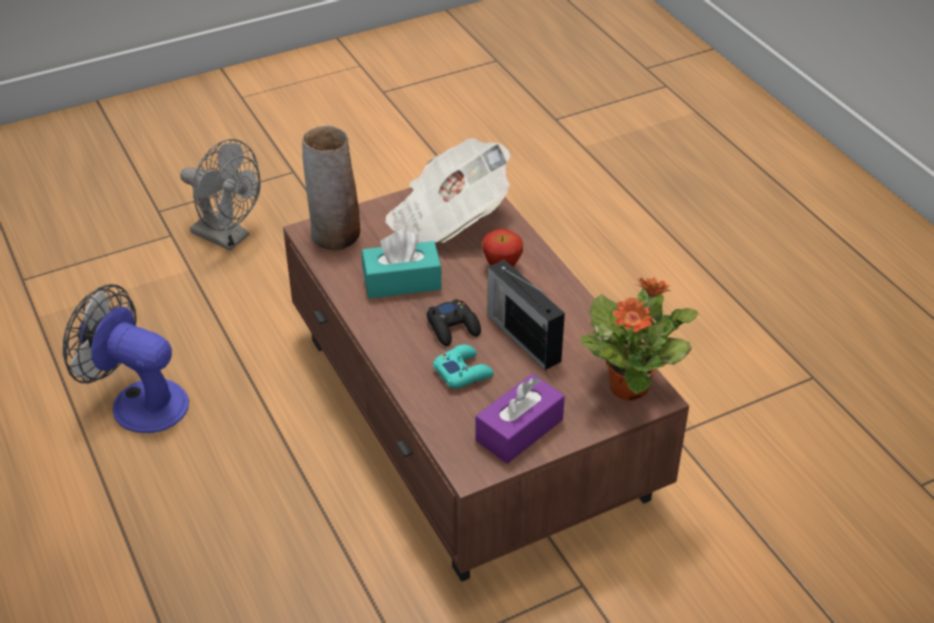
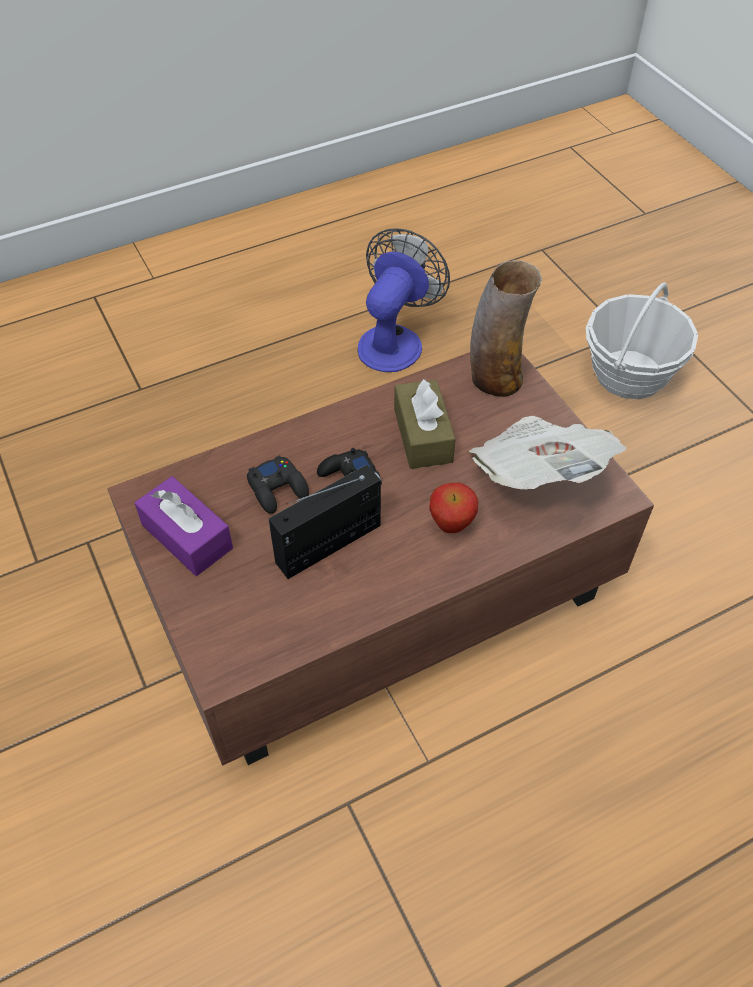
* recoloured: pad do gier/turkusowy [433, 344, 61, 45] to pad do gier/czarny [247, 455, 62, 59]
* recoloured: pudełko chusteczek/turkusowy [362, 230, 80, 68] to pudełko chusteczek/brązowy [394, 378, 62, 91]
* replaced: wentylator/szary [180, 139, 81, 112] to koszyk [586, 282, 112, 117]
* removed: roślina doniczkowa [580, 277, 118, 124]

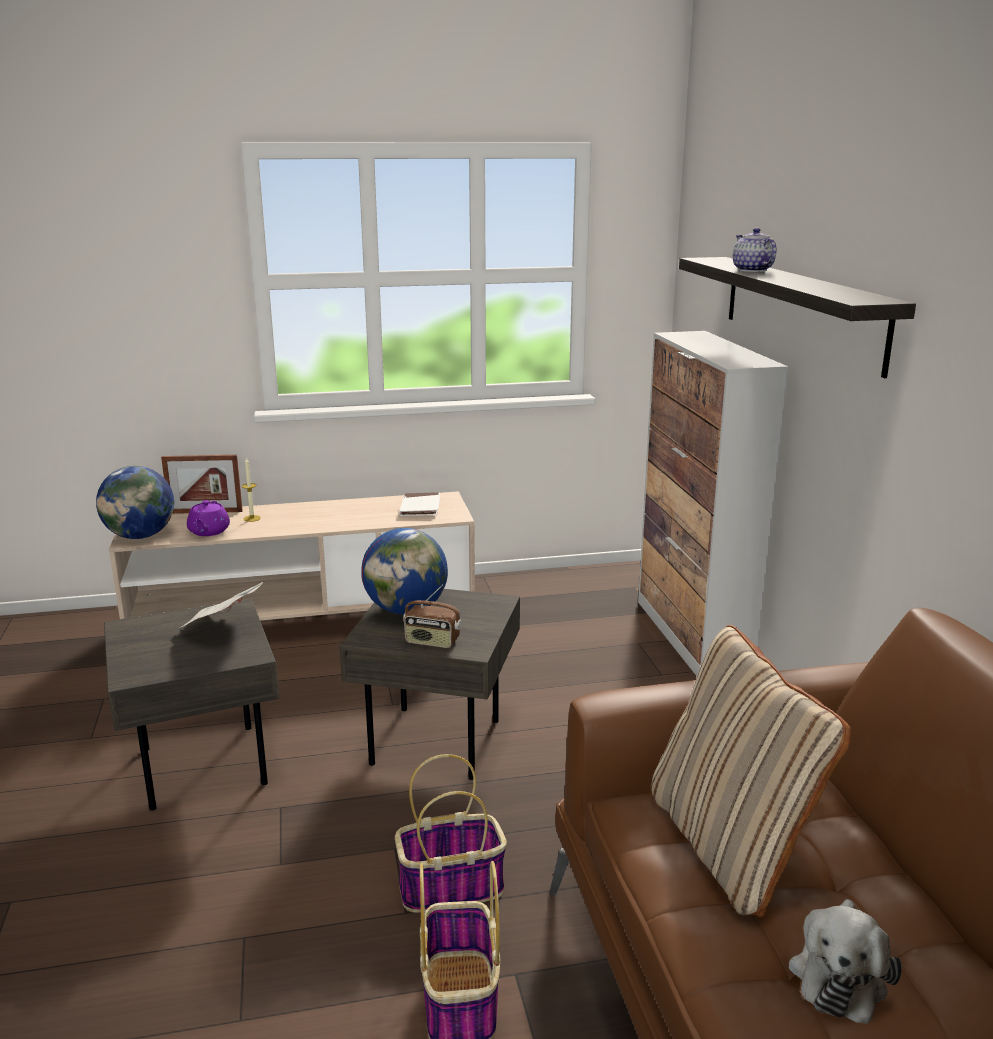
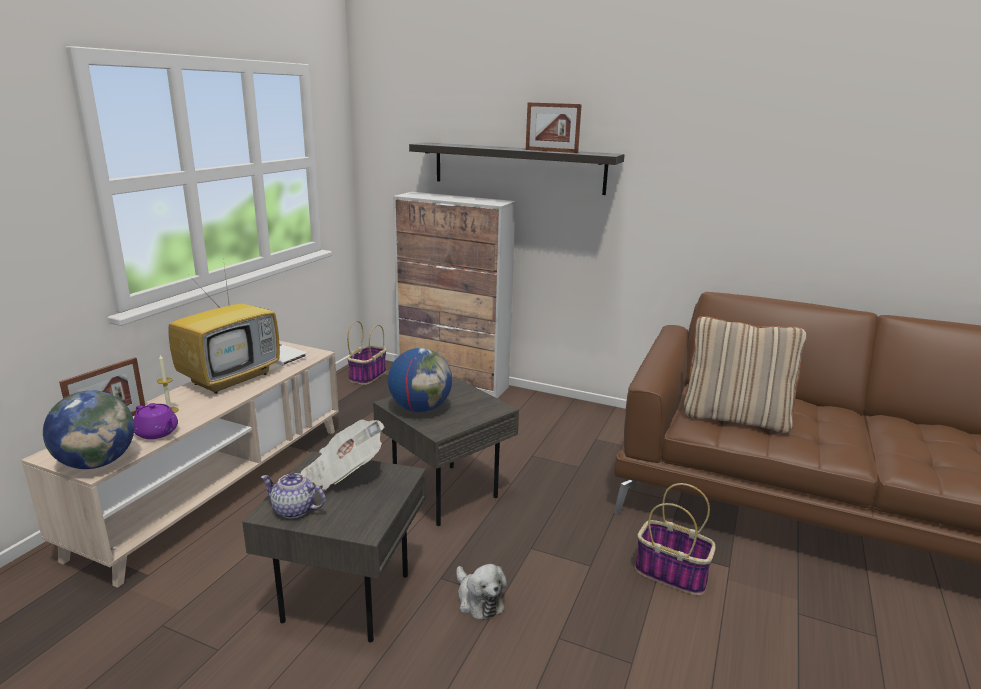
* added: telewizor [169, 266, 111, 128]
* moved: imbryk [733, 228, 44, 44] to [260, 473, 66, 45]
* moved: koszyk [395, 754, 112, 159] to [347, 321, 39, 64]
* moved: pluszak [789, 899, 113, 125] to [456, 564, 51, 56]
* added: ramka na zdjęcie [526, 102, 56, 51]
* removed: radio [403, 584, 59, 64]

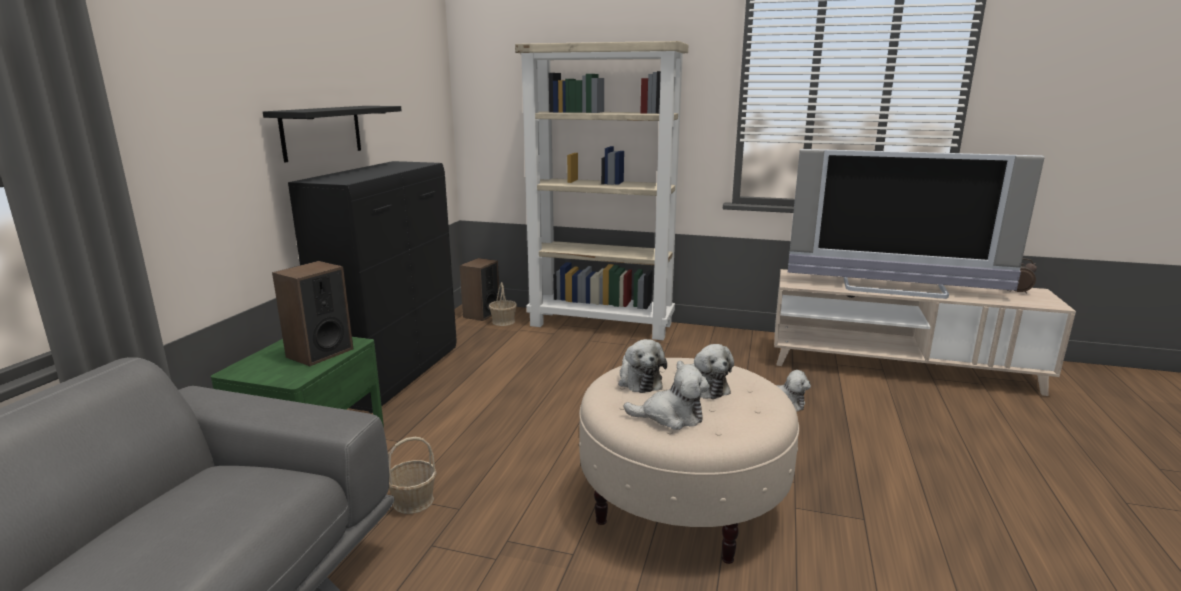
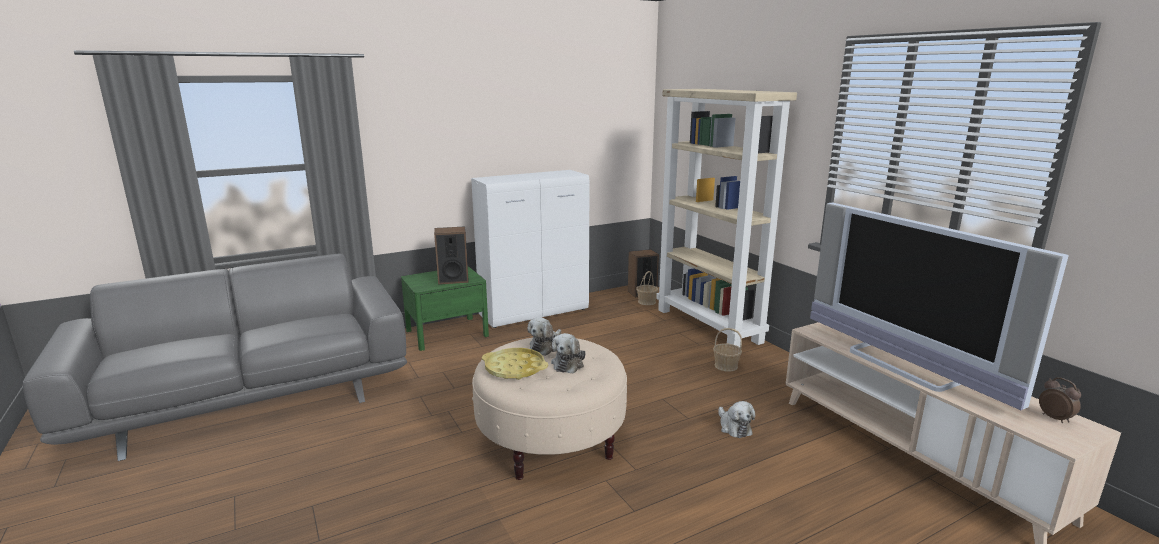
* recoloured: szafka/czarny [288, 161, 169, 252] to szafka/biały [471, 170, 119, 158]
* replaced: pluszak [623, 364, 87, 66] to taca/żółty [482, 348, 66, 32]
* moved: koszyk [388, 437, 48, 77] to [713, 328, 29, 44]
* removed: półka/czarny [263, 106, 139, 56]

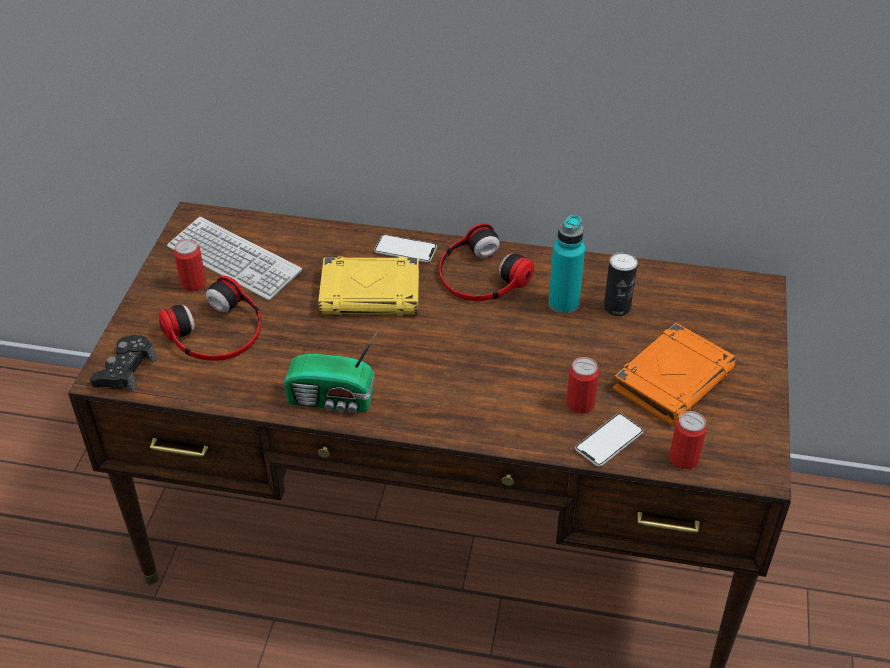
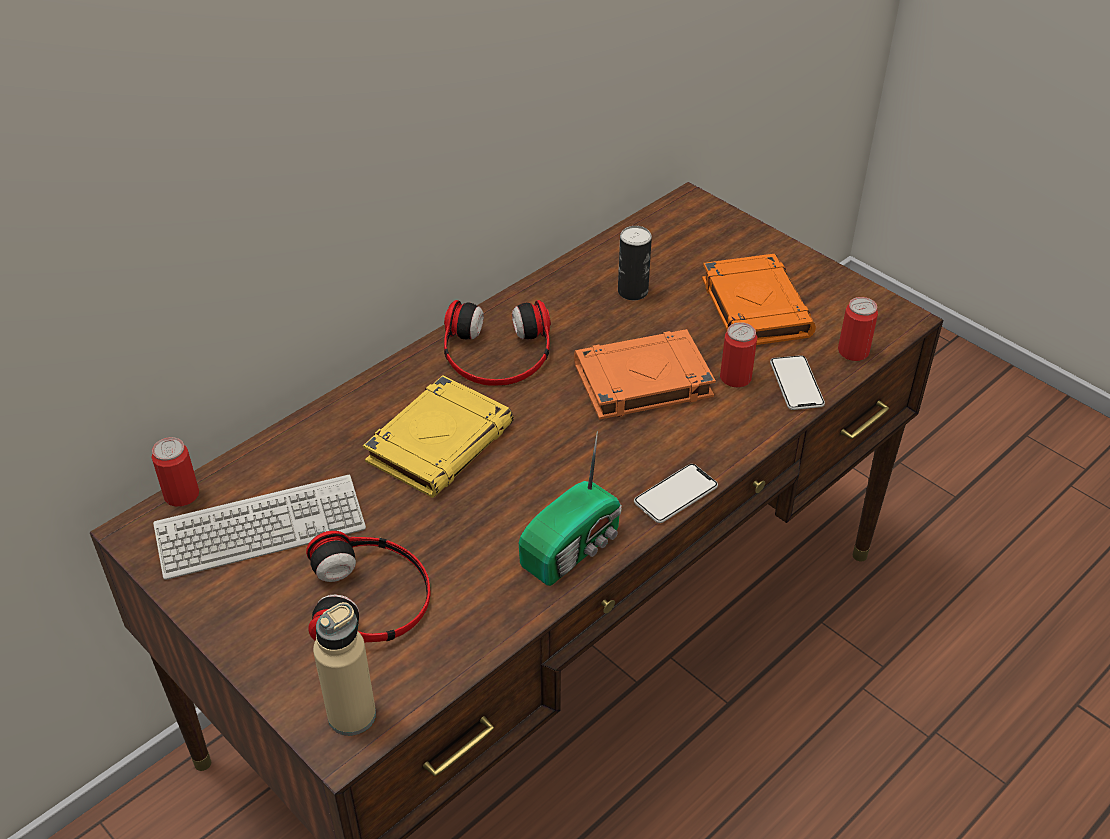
* moved: puszka [174, 239, 32, 53] to [151, 437, 48, 70]
* replaced: pad do gier/czarny [90, 335, 67, 57] to butelka/beżowy [313, 602, 63, 134]
* added: książka/pomarańczowy [574, 329, 142, 91]
* moved: telefon [374, 234, 63, 29] to [634, 464, 84, 59]
* removed: butelka/turkusowy [548, 215, 37, 99]

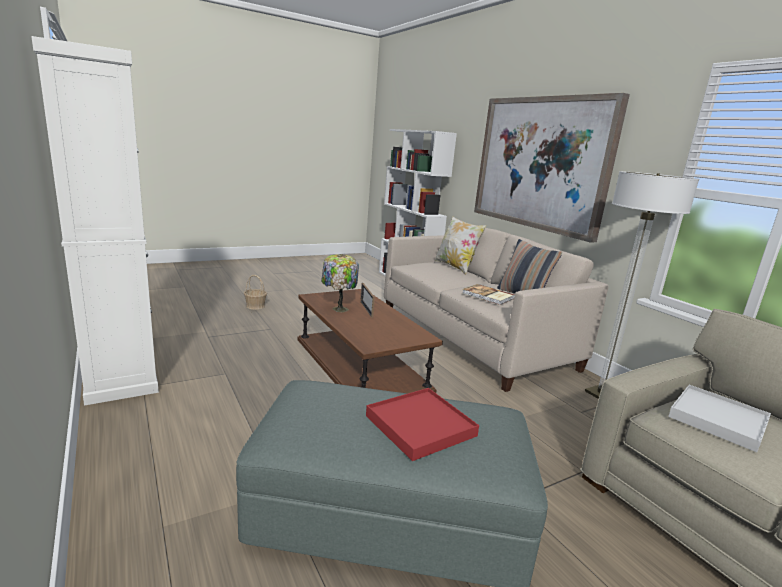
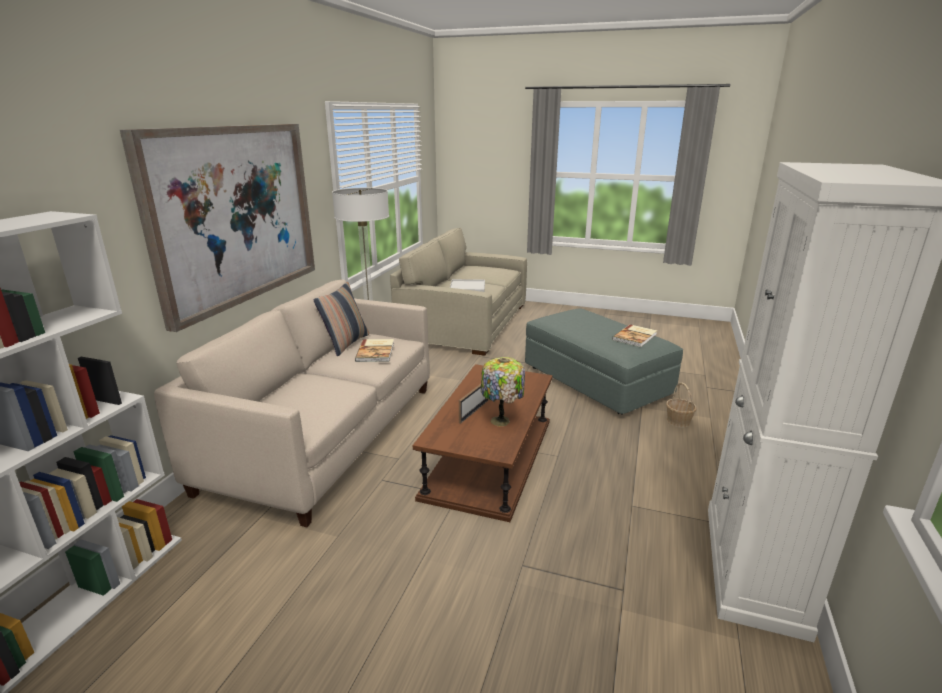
* added: książka [612, 324, 45, 23]
* moved: koszyk [244, 275, 23, 35] to [666, 382, 31, 46]
* removed: taca/czerwony [366, 388, 113, 73]
* removed: poduszka [434, 216, 52, 59]

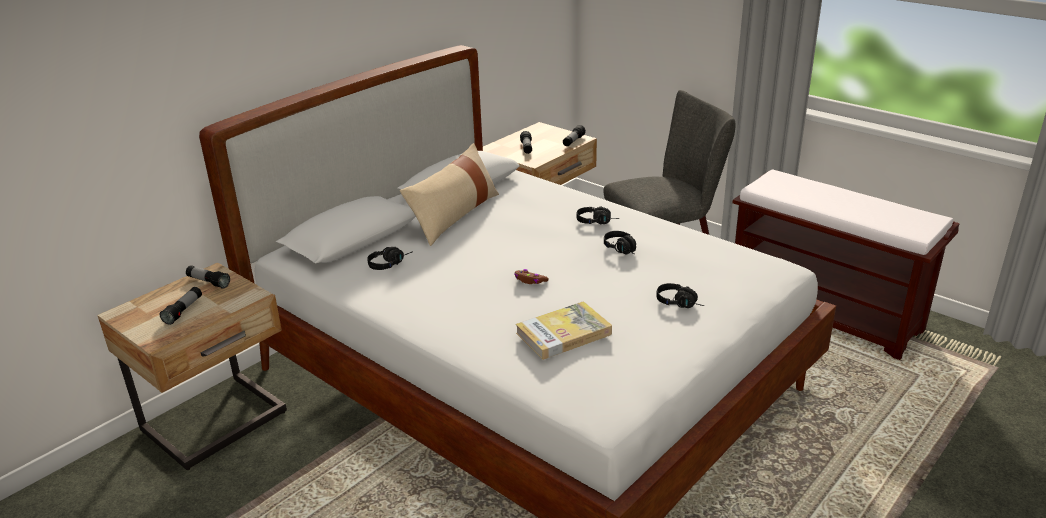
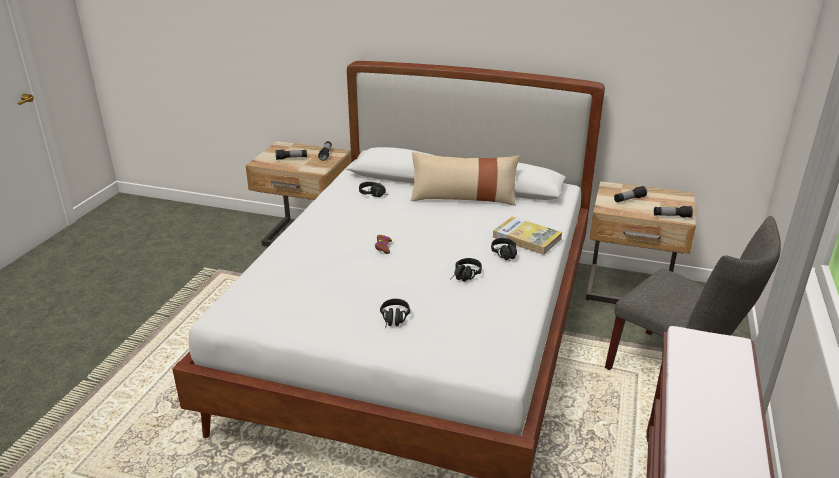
* moved: książka [516, 301, 96, 59] to [493, 217, 69, 38]

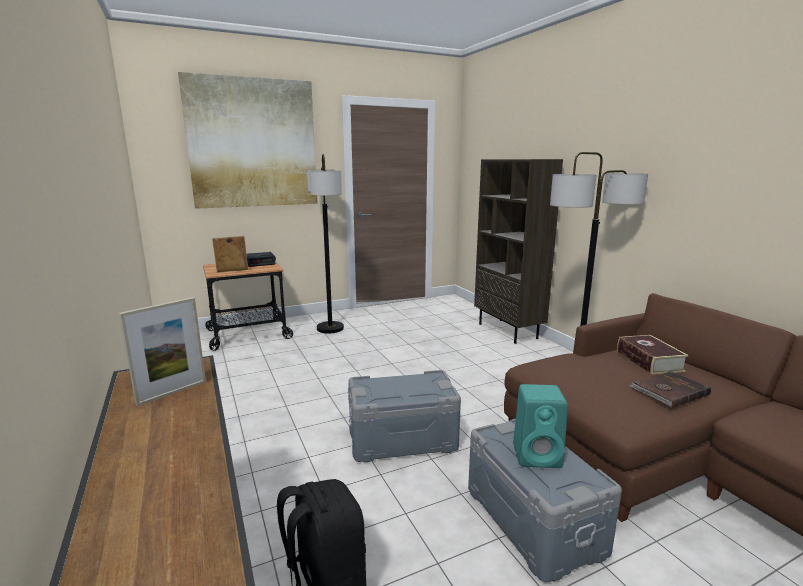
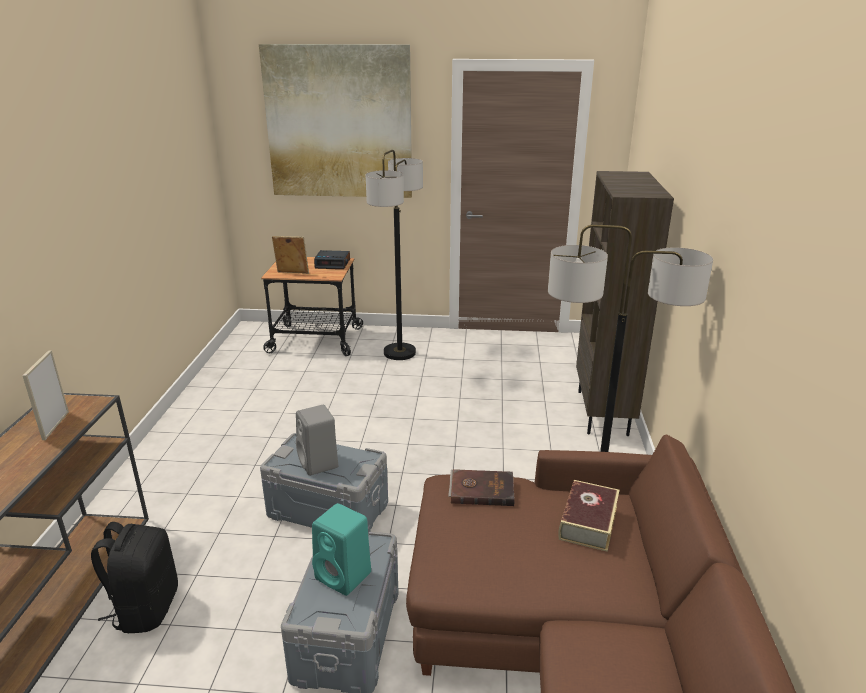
* turned: ramka na zdjęcie [119, 297, 87, 109] = [22, 350, 47, 90] 105 degrees clockwise
* added: głośnik/szary [296, 404, 42, 72]
* moved: książka/brązowy [629, 371, 82, 37] to [448, 469, 67, 37]

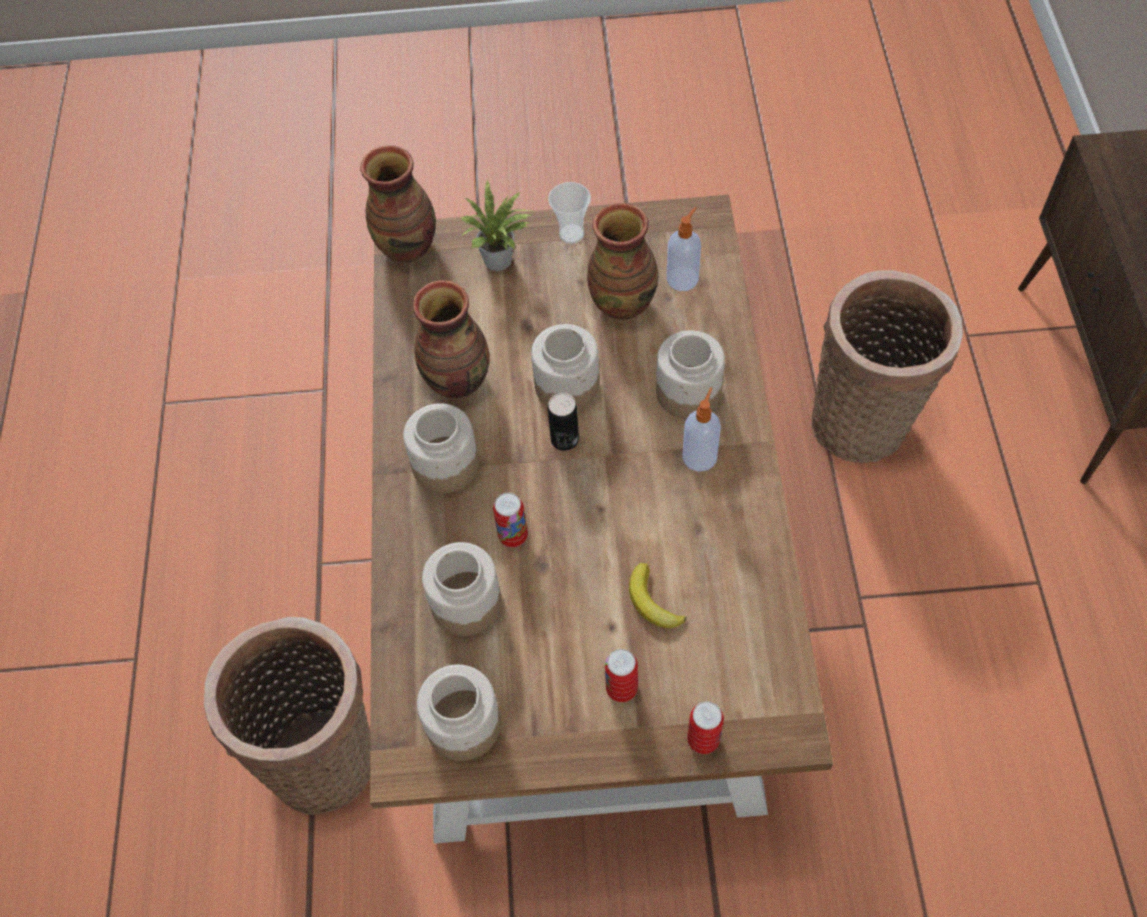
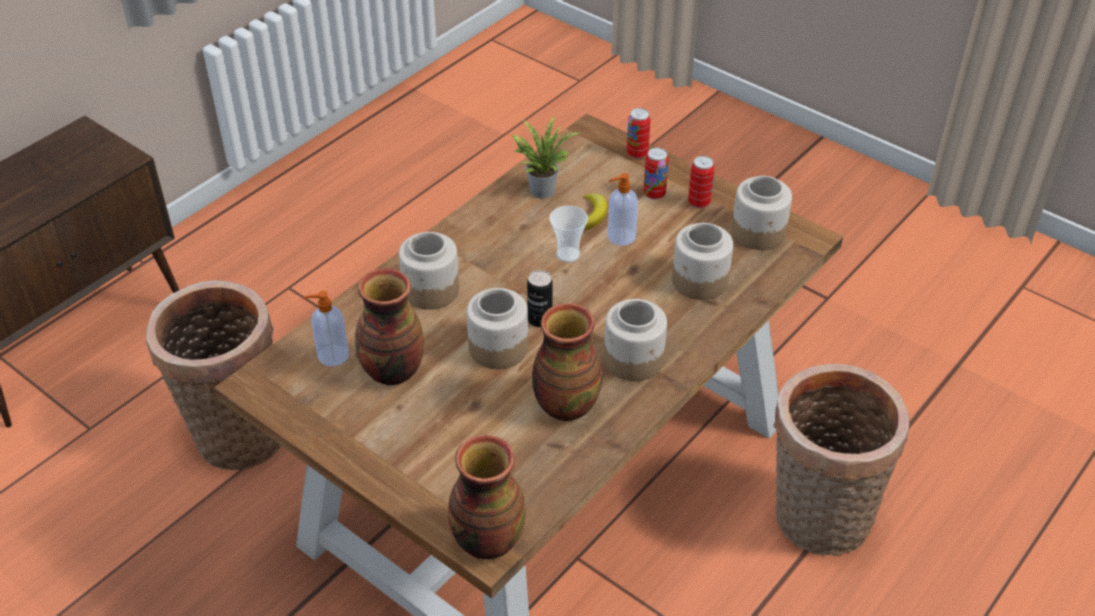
* moved: roślina doniczkowa [461, 179, 70, 92] to [512, 117, 69, 82]
* moved: filiżanka [548, 182, 43, 62] to [549, 205, 39, 58]
* moved: dozownik mydła [682, 387, 39, 85] to [608, 173, 30, 73]
* moved: puszka [493, 493, 35, 55] to [688, 156, 27, 52]

